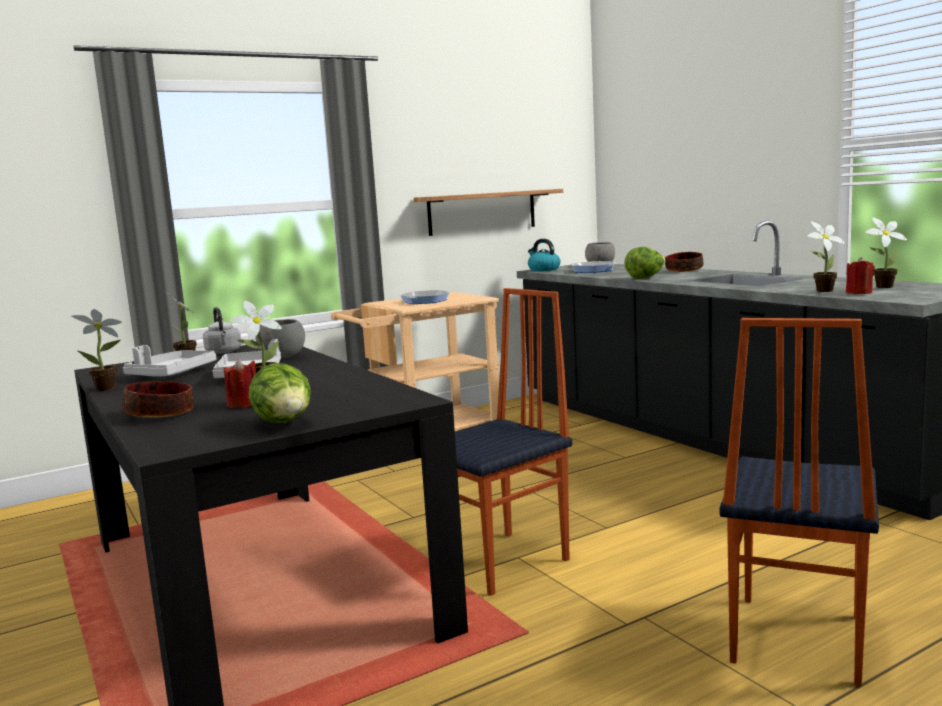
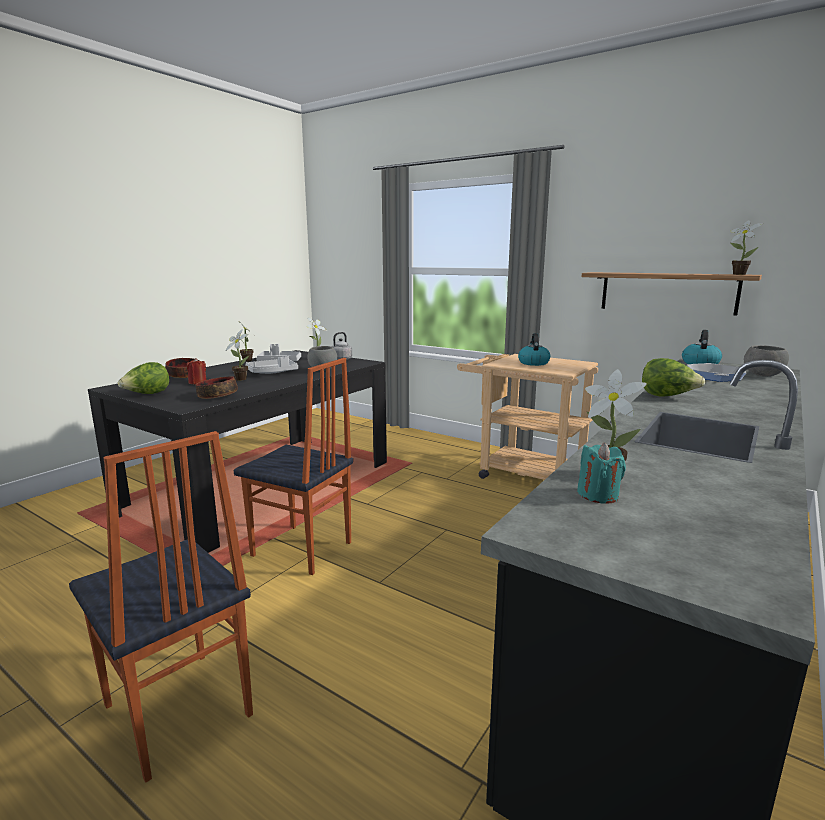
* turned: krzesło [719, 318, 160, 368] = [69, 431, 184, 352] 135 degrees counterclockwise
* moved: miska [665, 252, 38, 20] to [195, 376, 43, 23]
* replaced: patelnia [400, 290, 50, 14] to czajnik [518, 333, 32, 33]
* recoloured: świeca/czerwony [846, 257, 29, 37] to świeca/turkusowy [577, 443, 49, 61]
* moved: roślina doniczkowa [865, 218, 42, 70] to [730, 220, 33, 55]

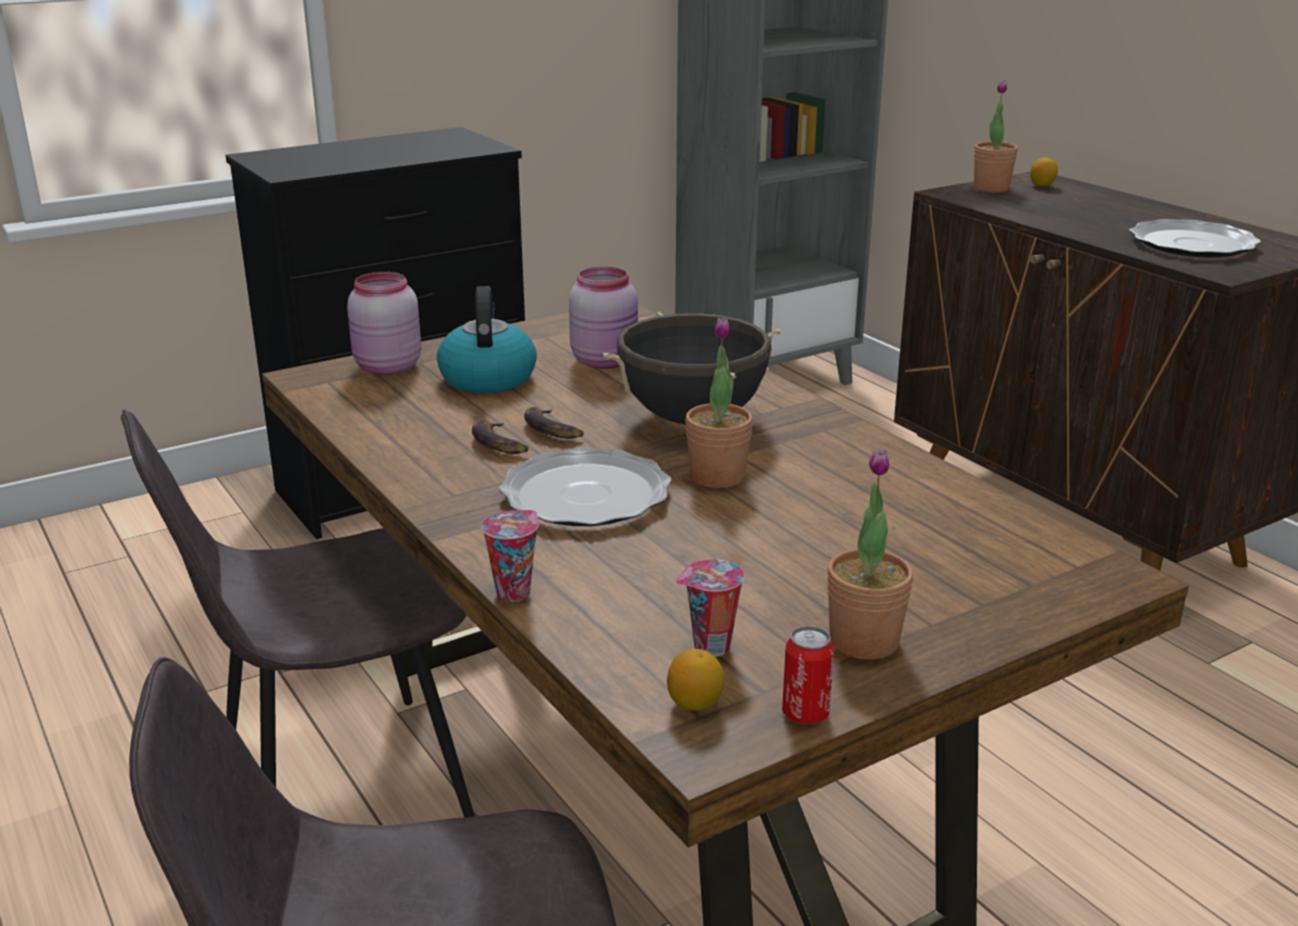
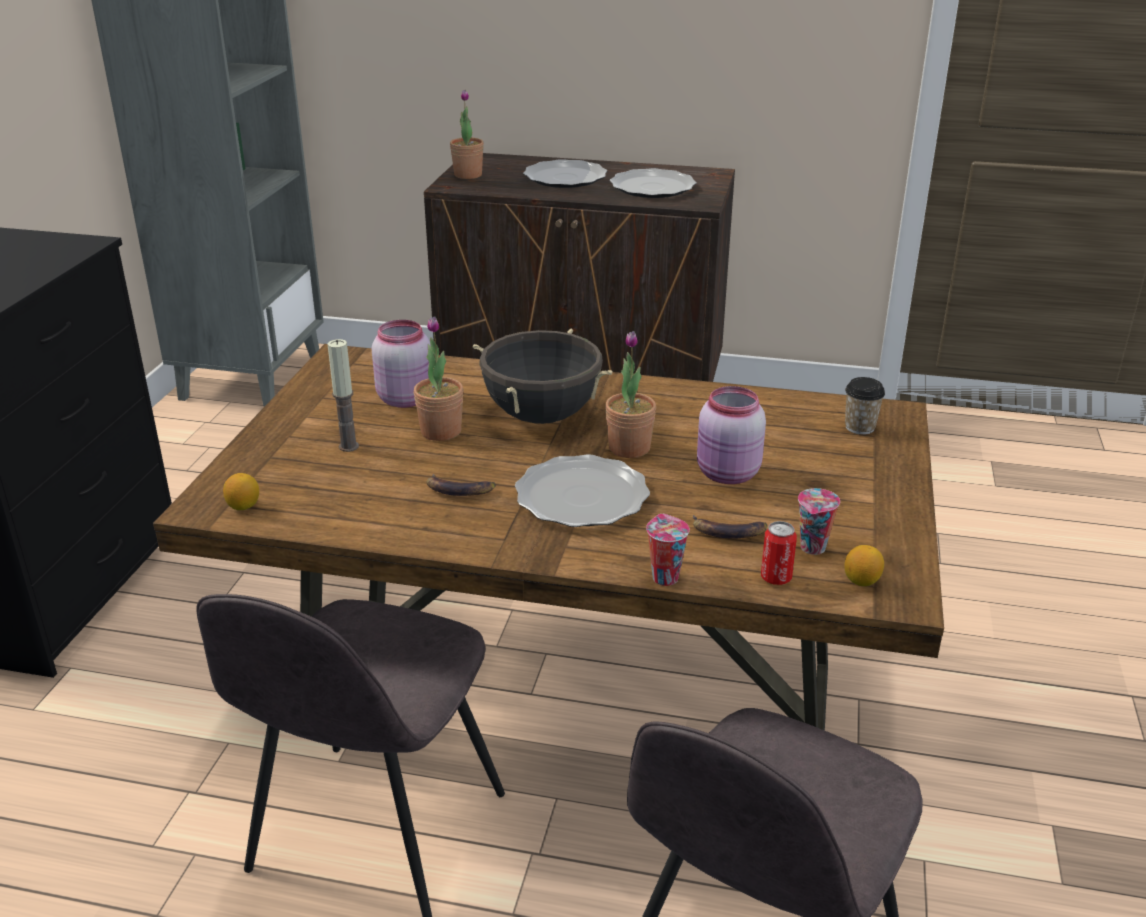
* moved: cytryna [1030, 157, 28, 29] to [223, 473, 36, 37]
* replaced: czajnik [437, 286, 100, 107] to świeca [327, 339, 32, 113]
* moved: roślina doniczkowa [827, 449, 86, 211] to [414, 316, 50, 125]
* added: talerz [523, 159, 84, 29]
* moved: banan [524, 407, 60, 32] to [693, 515, 74, 24]
* moved: słoik/różowy [347, 272, 74, 103] to [697, 386, 69, 98]
* moved: puszka [782, 626, 52, 98] to [761, 521, 36, 64]
* added: filiżanka [845, 377, 40, 58]

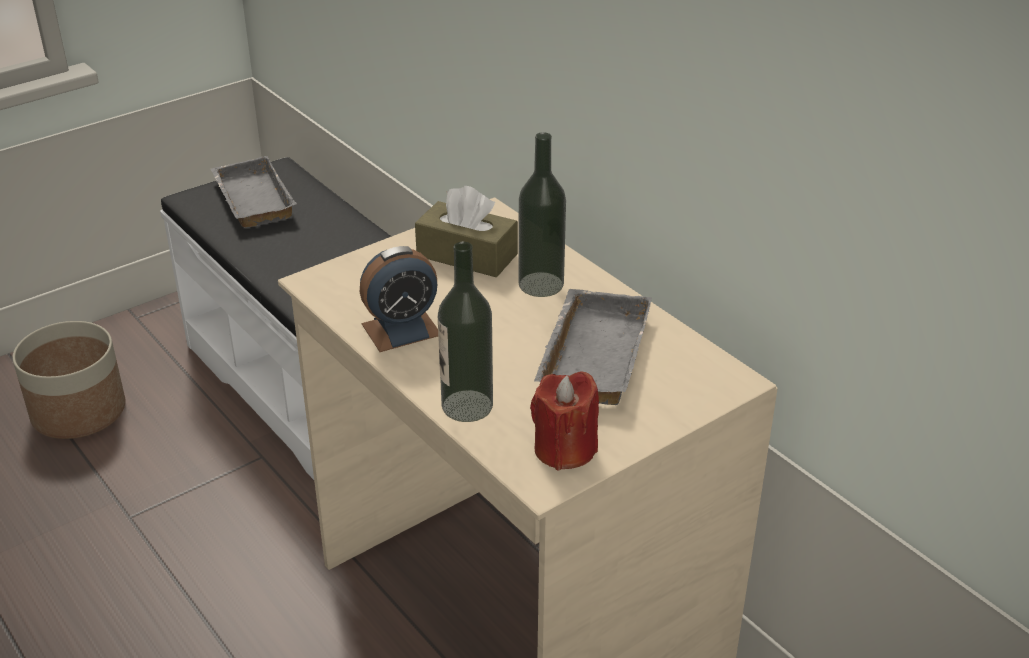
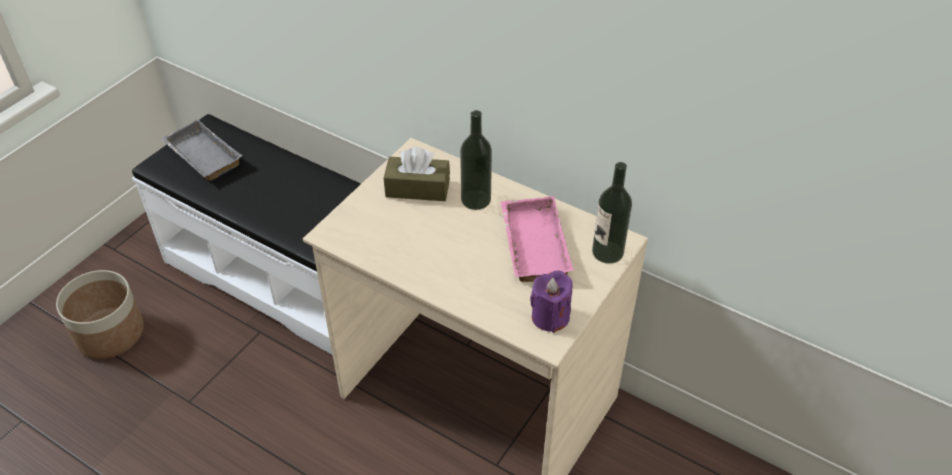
* recoloured: taca/szary [534, 289, 118, 116] to taca/różowy [500, 196, 73, 86]
* recoloured: świeca/czerwony [530, 371, 69, 99] to świeca/fioletowy [530, 270, 42, 63]
* moved: butelka [438, 242, 55, 180] to [592, 162, 40, 102]
* removed: budzik [360, 246, 78, 106]

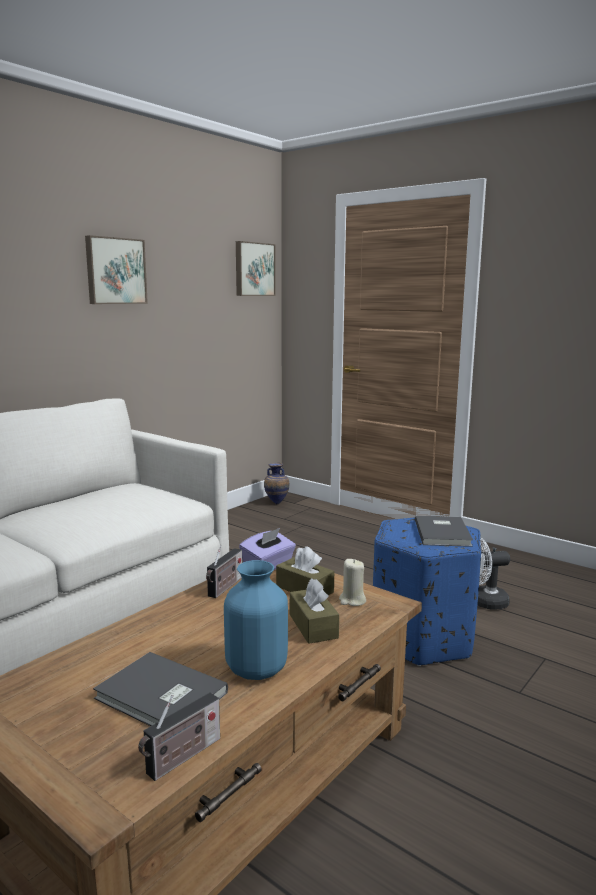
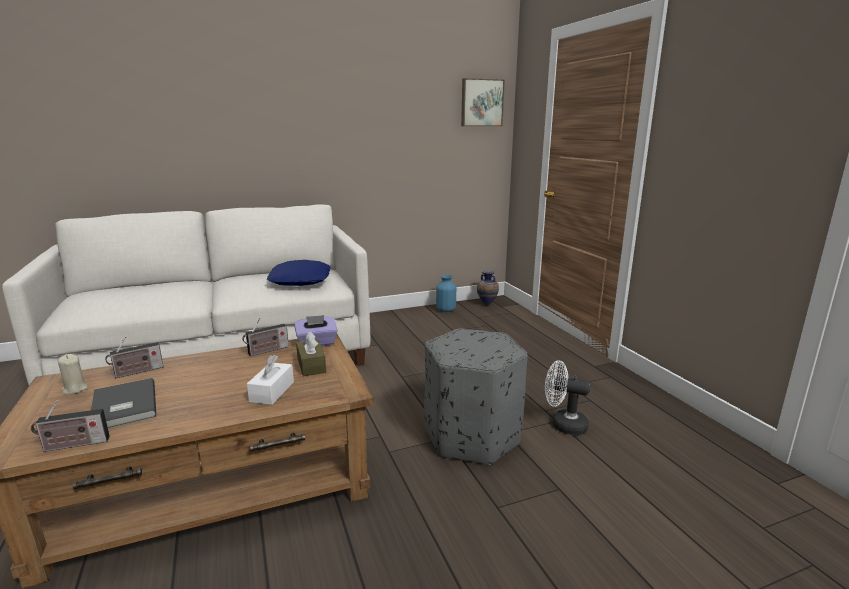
* moved: świeca/beżowy [339, 559, 27, 47] to [58, 354, 30, 41]
* added: radio [105, 337, 58, 41]
* recoloured: pudełko chusteczek/brązowy [290, 578, 49, 66] to pudełko chusteczek/biały [247, 355, 47, 50]
* added: poduszka/niebieski [267, 260, 63, 26]
* recoloured: pufa/niebieski [373, 518, 108, 148] to pufa/szary [424, 328, 104, 137]
* moved: wazon/niebieski [224, 560, 64, 120] to [436, 275, 20, 37]
* removed: obraz [85, 235, 63, 69]
* removed: książka/szary [415, 516, 58, 31]

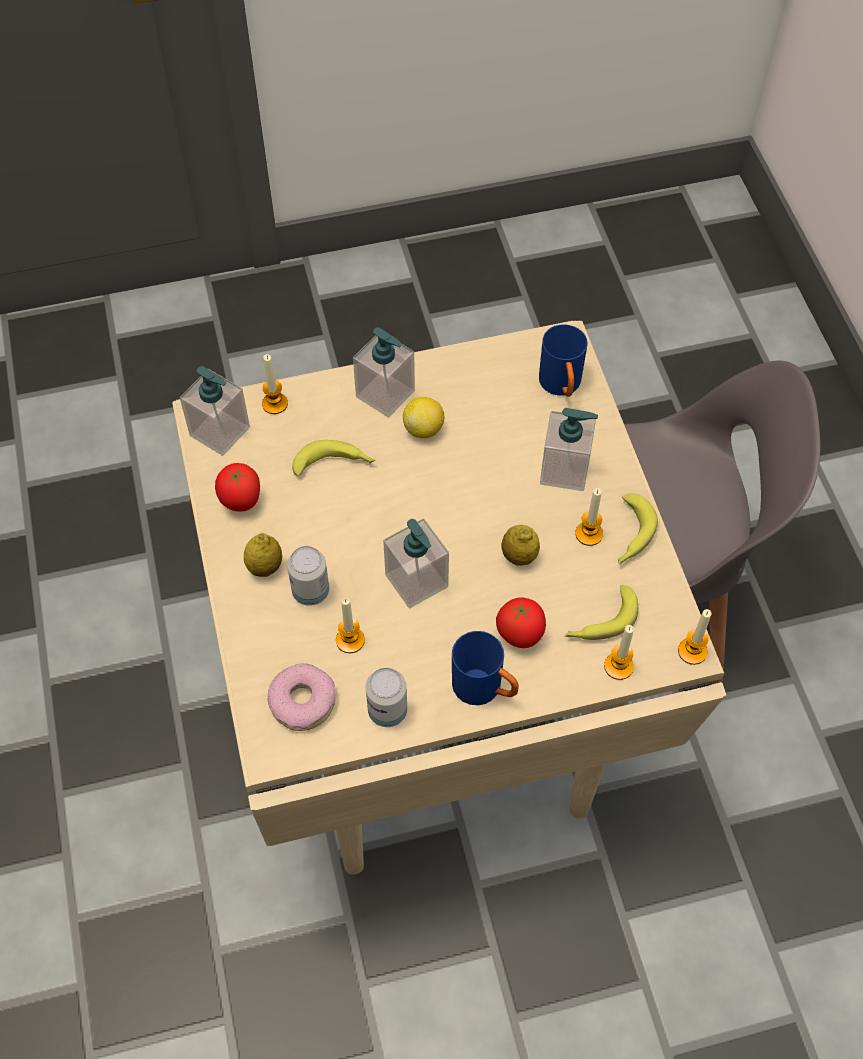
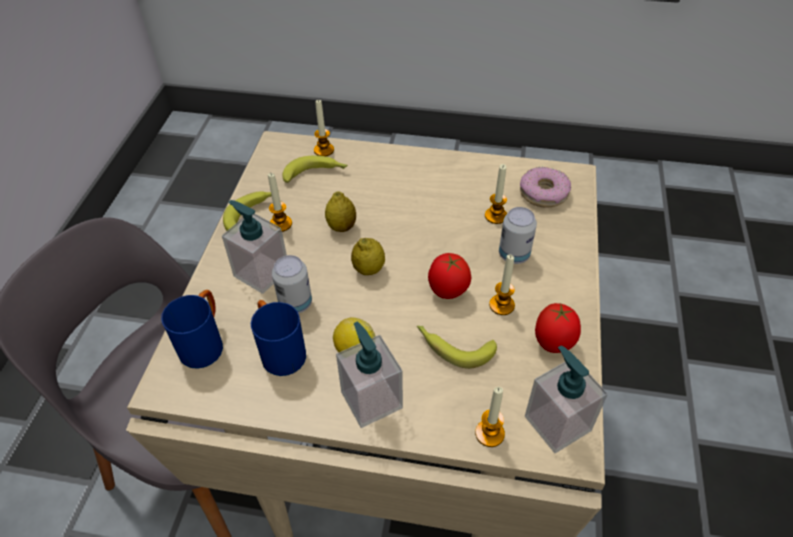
* moved: kubek/niebieski [452, 631, 67, 74] to [251, 300, 55, 76]
* moved: puszka [366, 668, 41, 59] to [272, 255, 40, 59]
* moved: cytryna [244, 533, 38, 44] to [351, 238, 34, 37]
* moved: pomidor [496, 597, 50, 51] to [428, 253, 43, 46]
* moved: świeca [678, 609, 33, 56] to [489, 254, 26, 61]
* removed: dozownik mydła [383, 518, 66, 90]

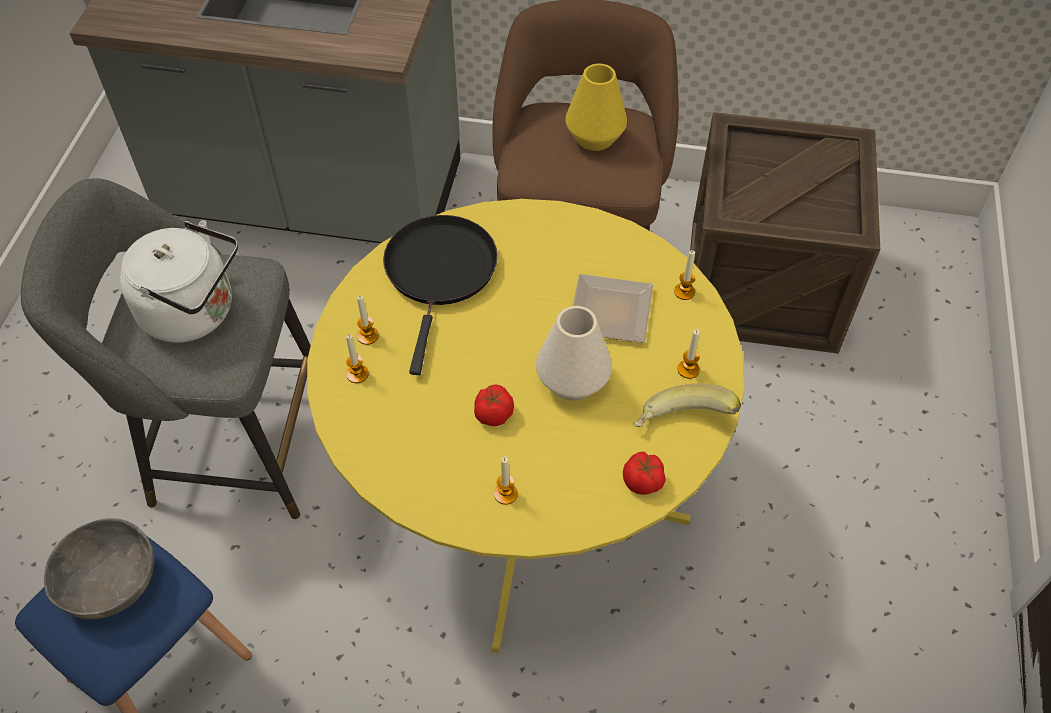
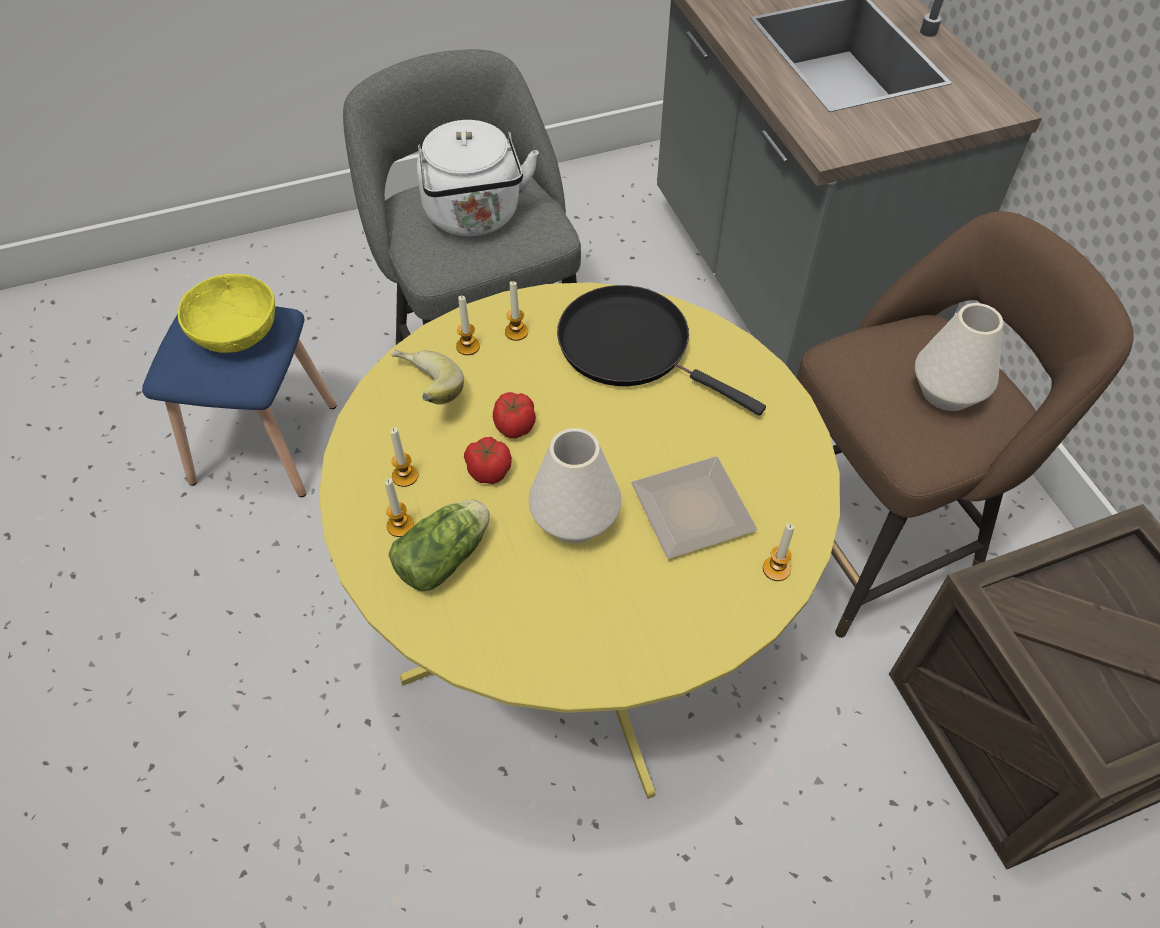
* recoloured: miska/szary [44, 518, 111, 101] to miska/żółty [178, 274, 97, 79]
* added: sałata [389, 500, 101, 91]
* moved: świeca [677, 329, 23, 50] to [390, 427, 28, 60]
* moved: banan [633, 383, 108, 44] to [391, 348, 73, 57]
* moved: pomidor [623, 452, 43, 43] to [493, 392, 43, 46]
* turned: patelnia/czarny [383, 215, 115, 160] = [557, 285, 209, 131] 120 degrees counterclockwise
* recoloured: wazon/żółty [565, 64, 62, 87] to wazon/biały [915, 303, 88, 108]

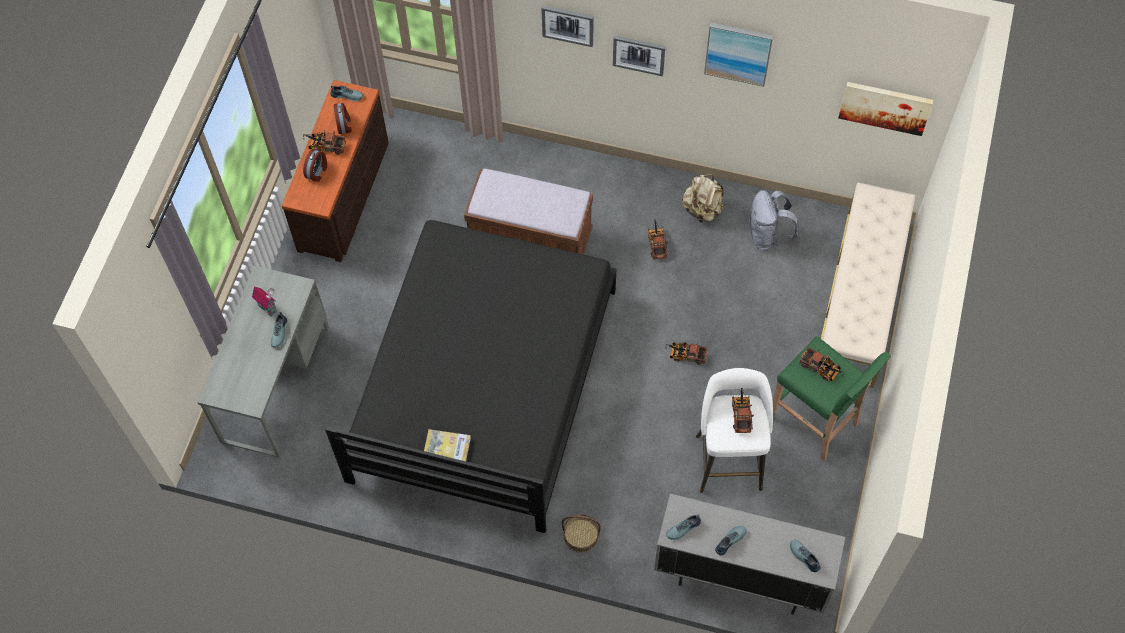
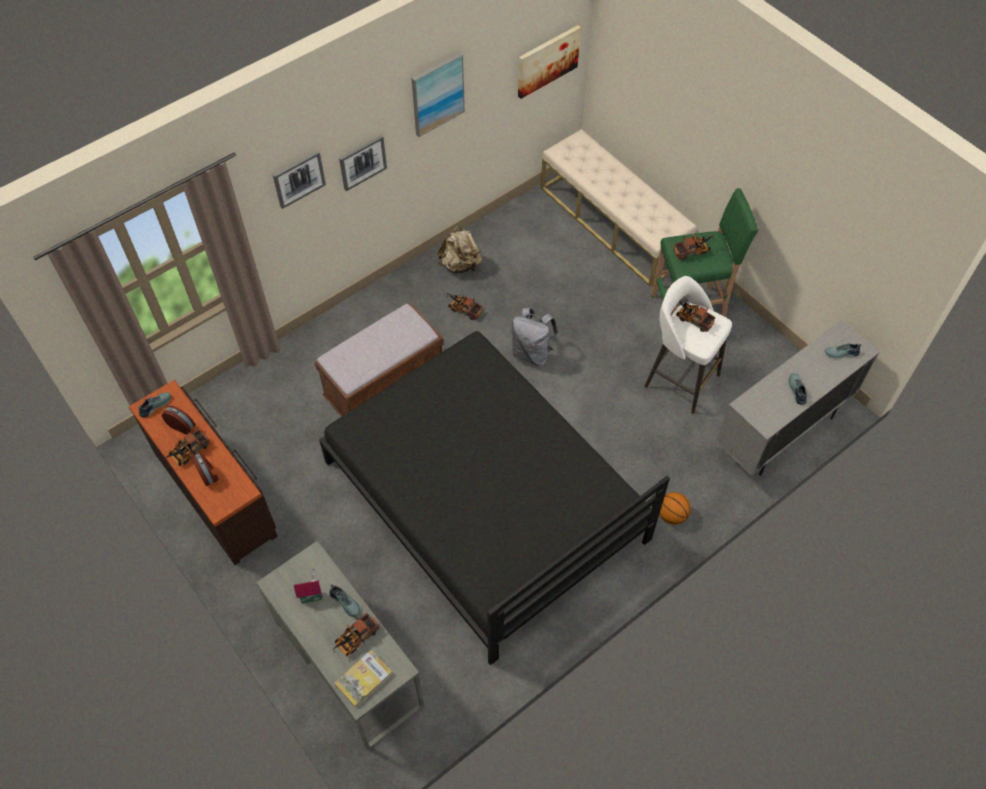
* moved: ciężarówka zabawkowa [666, 341, 42, 24] to [333, 613, 46, 43]
* moved: książka [424, 429, 47, 32] to [334, 650, 58, 58]
* moved: plecak/szary [748, 190, 50, 61] to [512, 308, 46, 58]
* replaced: koszyk [562, 515, 39, 38] to piłka do koszykówki [659, 492, 32, 33]
* removed: but [666, 514, 35, 26]

